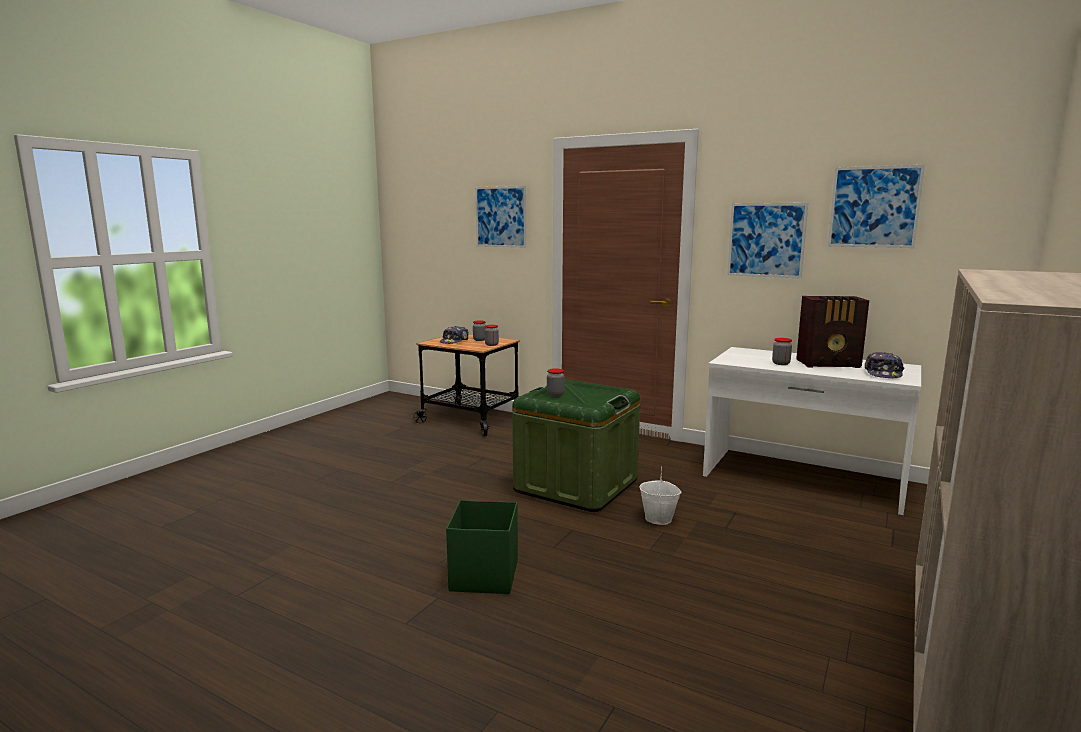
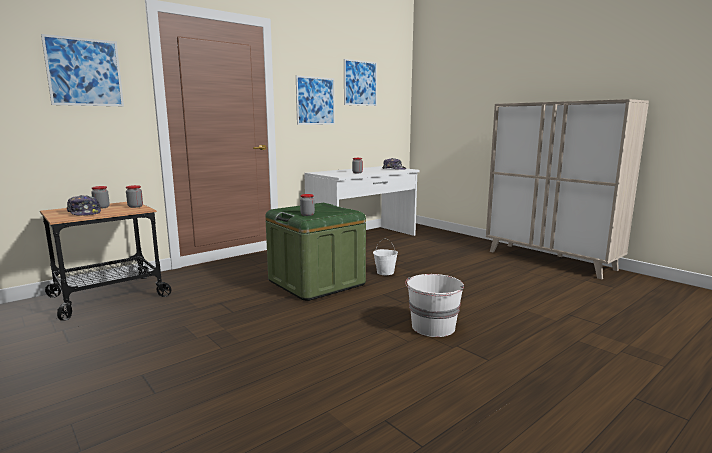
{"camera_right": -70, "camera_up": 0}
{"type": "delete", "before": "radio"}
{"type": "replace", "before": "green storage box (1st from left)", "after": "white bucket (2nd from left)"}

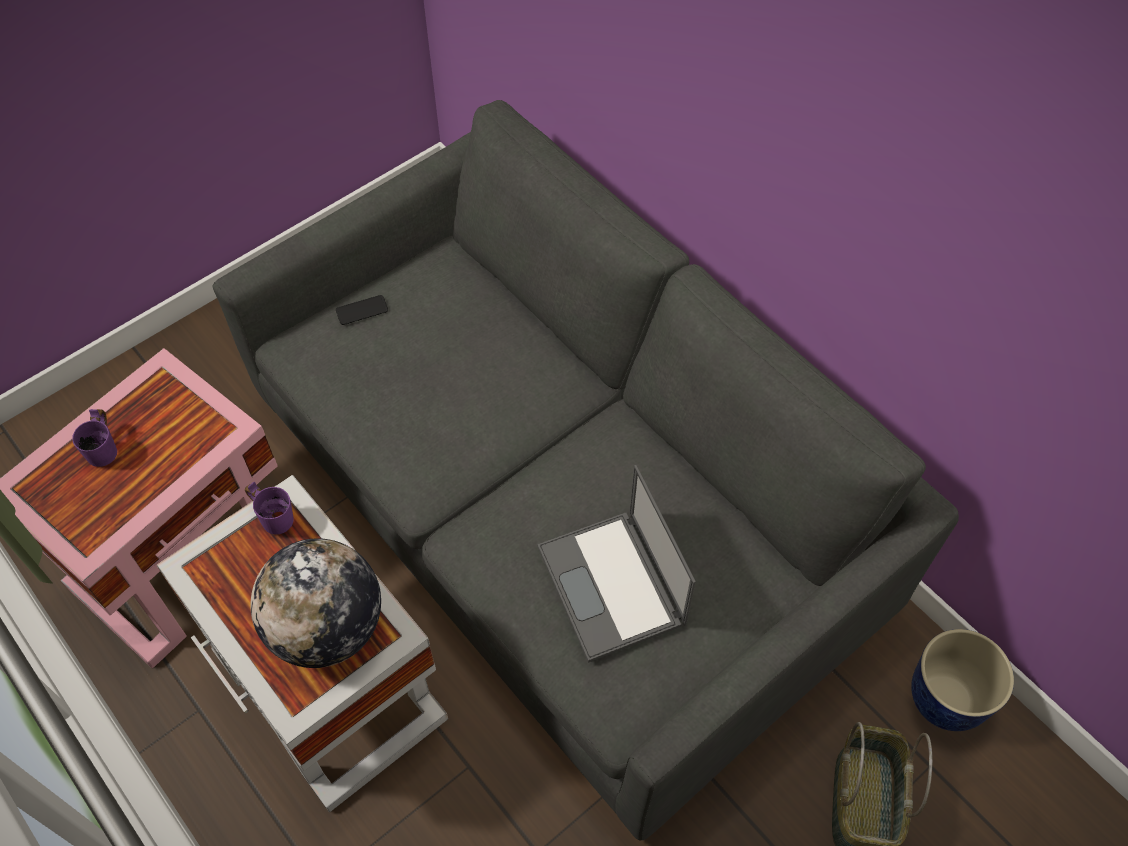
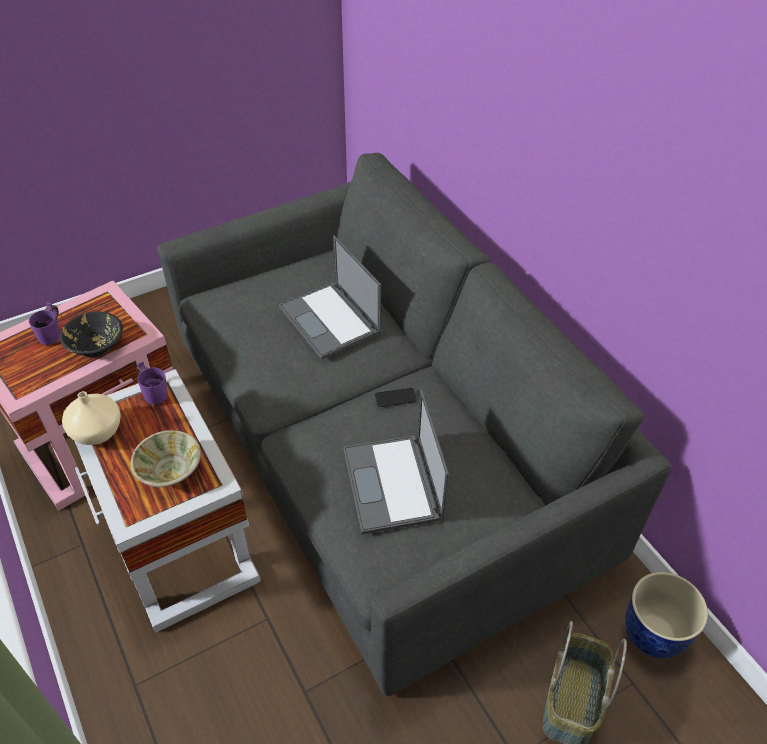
{"camera_right": 10, "camera_up": -10}
{"type": "insert", "after": "black bowl"}
{"type": "insert", "after": "beige vase"}
{"type": "insert", "after": "laptop (1st from left)"}
{"type": "move", "before": "phone"}
{"type": "replace", "before": "globe", "after": "beige bowl"}

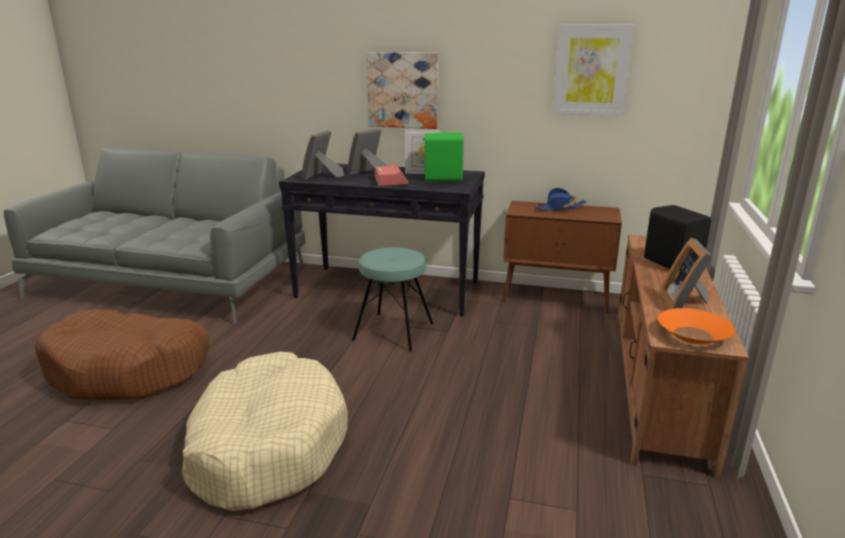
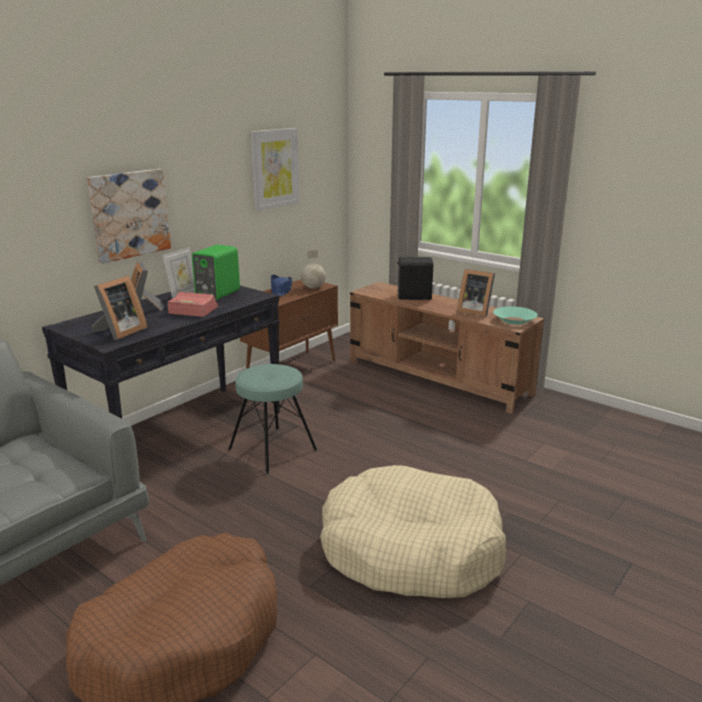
{"camera_right": -65, "camera_up": 0}
{"type": "insert", "after": "globe"}
{"type": "recolor", "before": "orange bowl", "after": "turquoise bowl"}
{"type": "rotate", "before": "picture frame (1st from left)", "turn": -105}

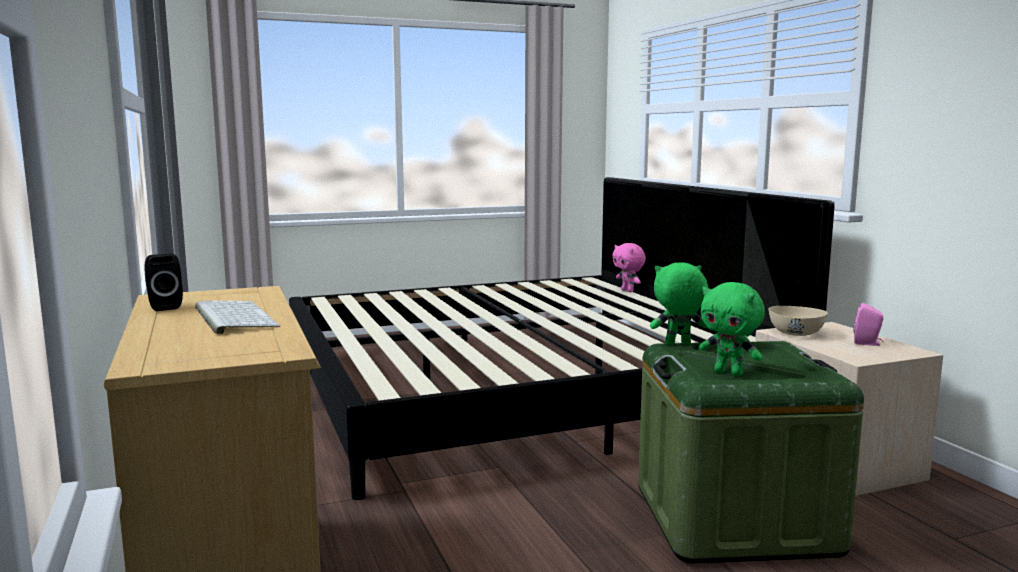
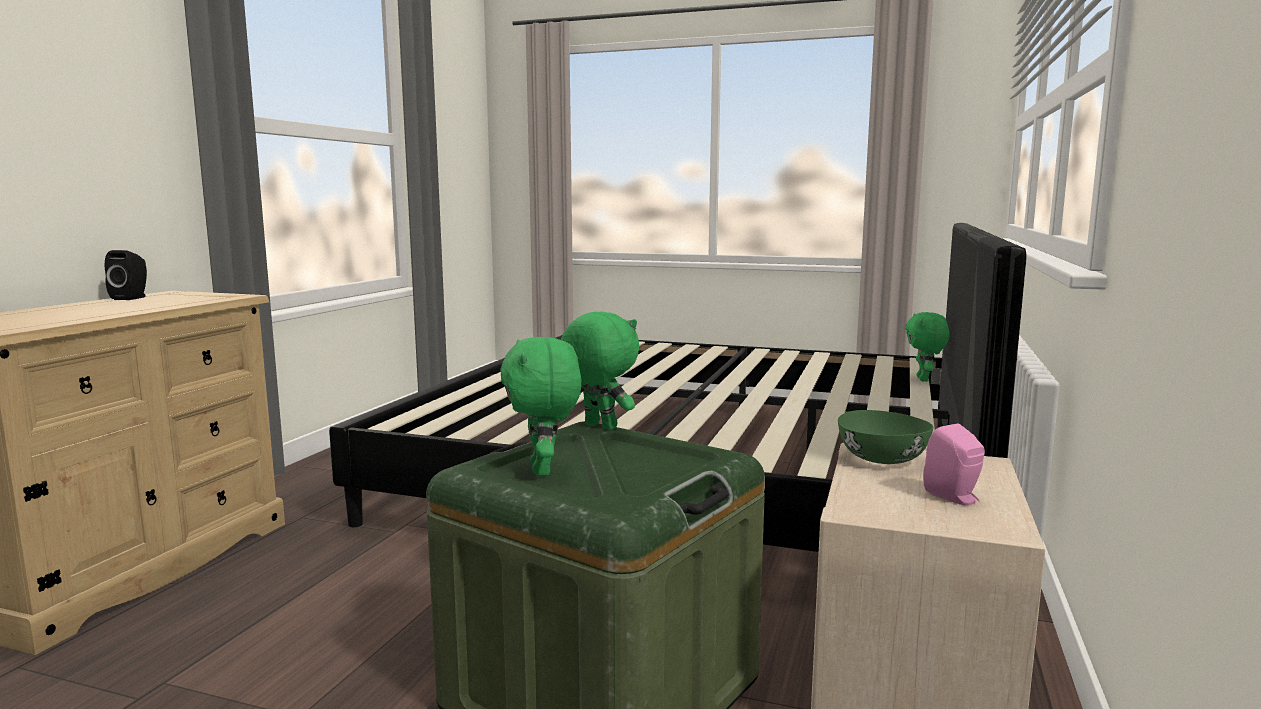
{"camera_right": 40, "camera_up": 0}
{"type": "delete", "before": "keyboard"}
{"type": "recolor", "before": "pink plush toy", "after": "green plush toy (3rd from left)"}
{"type": "recolor", "before": "beige bowl", "after": "green bowl"}

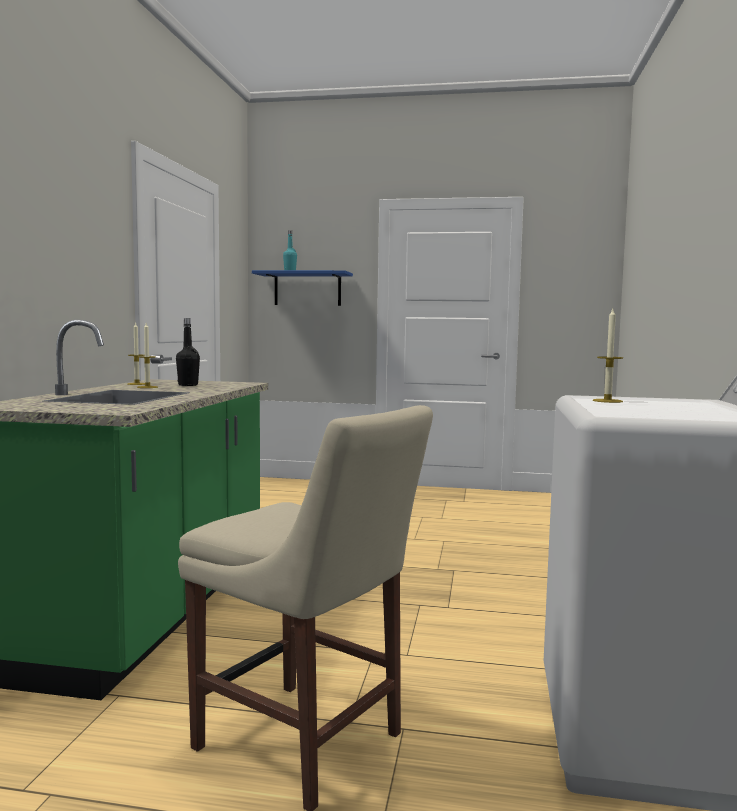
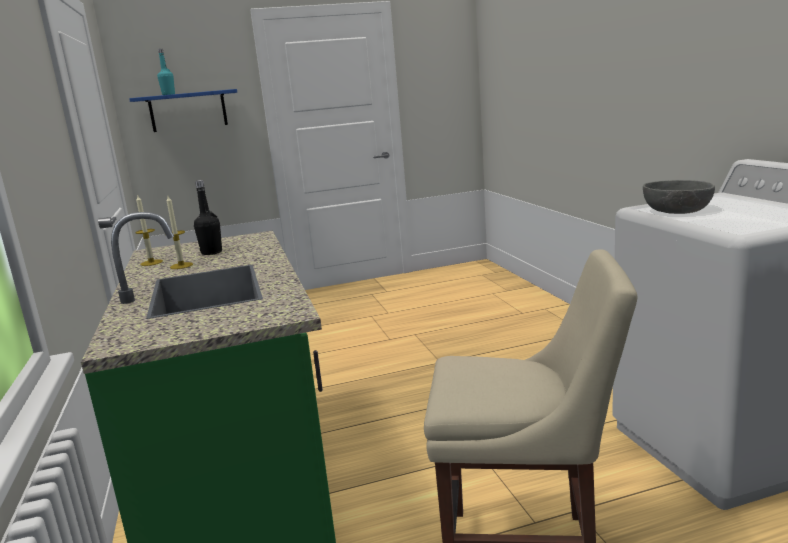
{"camera_right": -25, "camera_up": 10}
{"type": "replace", "before": "candle (3rd from left)", "after": "grey bowl"}

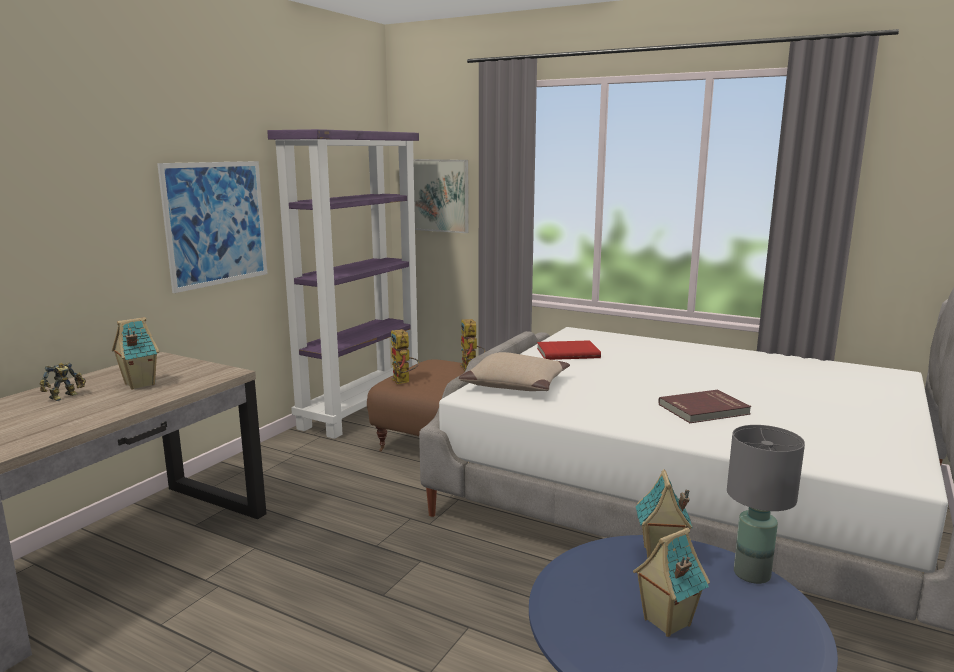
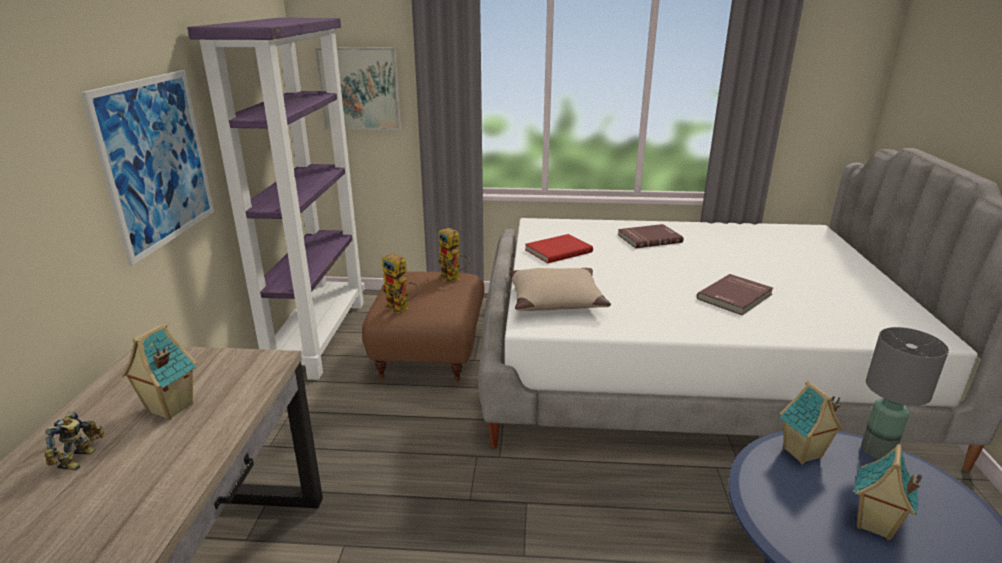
{"camera_right": -25, "camera_up": 10}
{"type": "insert", "after": "red book (2nd from left)"}

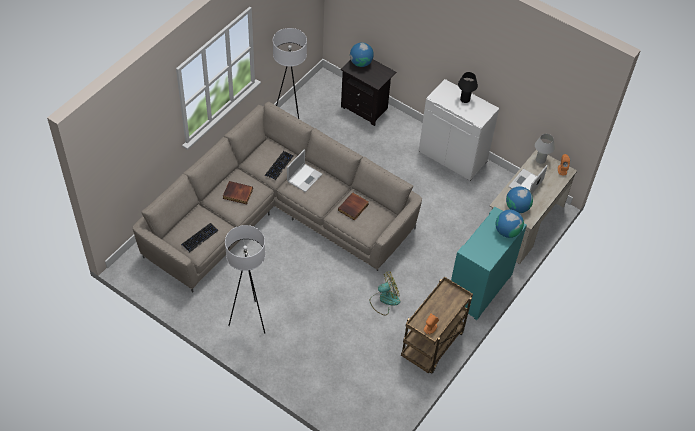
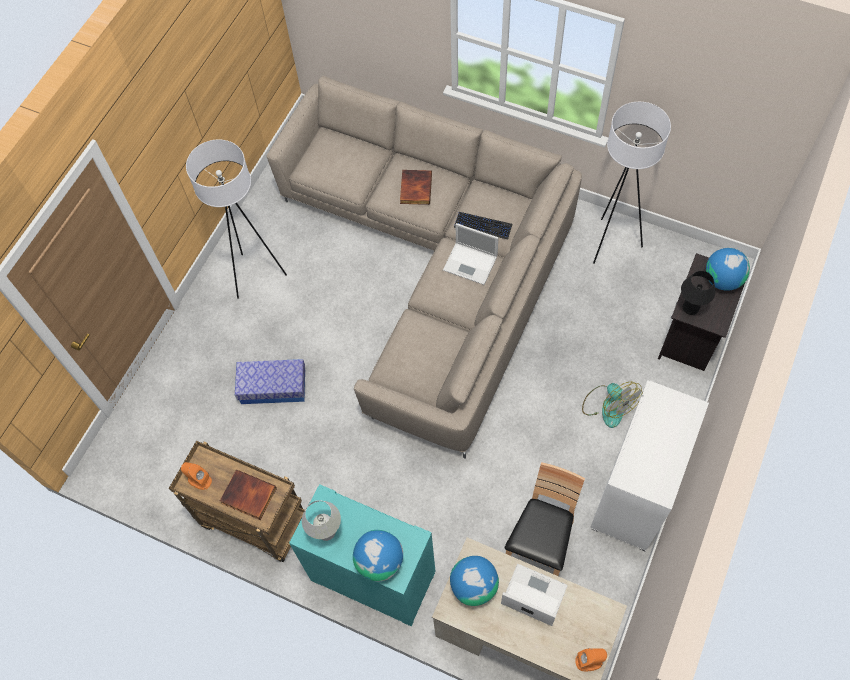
{"camera_right": 85, "camera_up": 10}
{"type": "delete", "before": "keyboard (1st from left)"}
{"type": "insert", "after": "storage box"}
{"type": "insert", "after": "brown chair"}
{"type": "move", "before": "book (2nd from left in the first image)", "after": "book (1st from left)"}
{"type": "move", "before": "fan"}
{"type": "move", "before": "black table lamp"}
{"type": "move", "before": "white table lamp"}

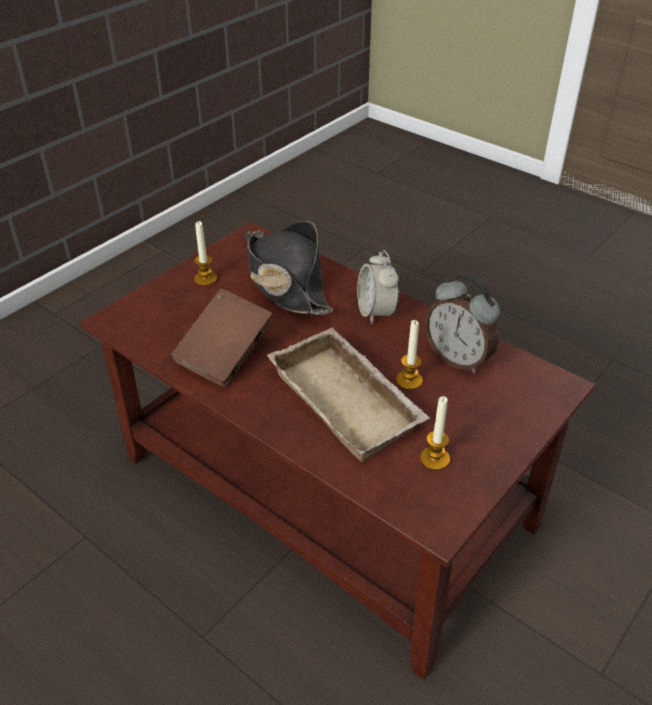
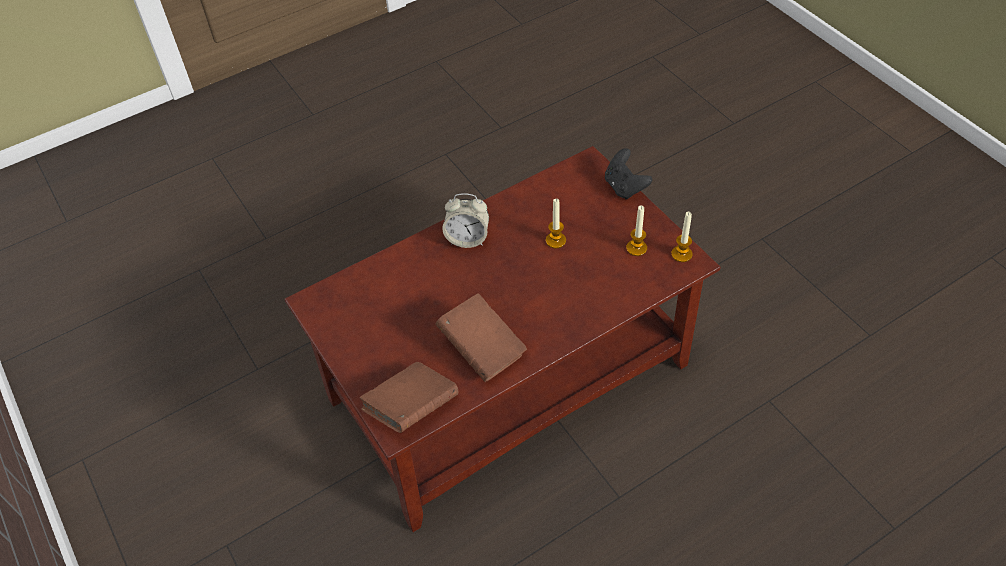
{"camera_right": -70, "camera_up": 10}
{"type": "delete", "before": "black hat"}
{"type": "delete", "before": "beige tray"}
{"type": "delete", "before": "alarm clock (2nd from left)"}
{"type": "insert", "after": "brown book (1st from left)"}
{"type": "insert", "after": "black game controller"}
{"type": "move", "before": "candle (1st from left in the first image)", "after": "candle (3rd from left)"}

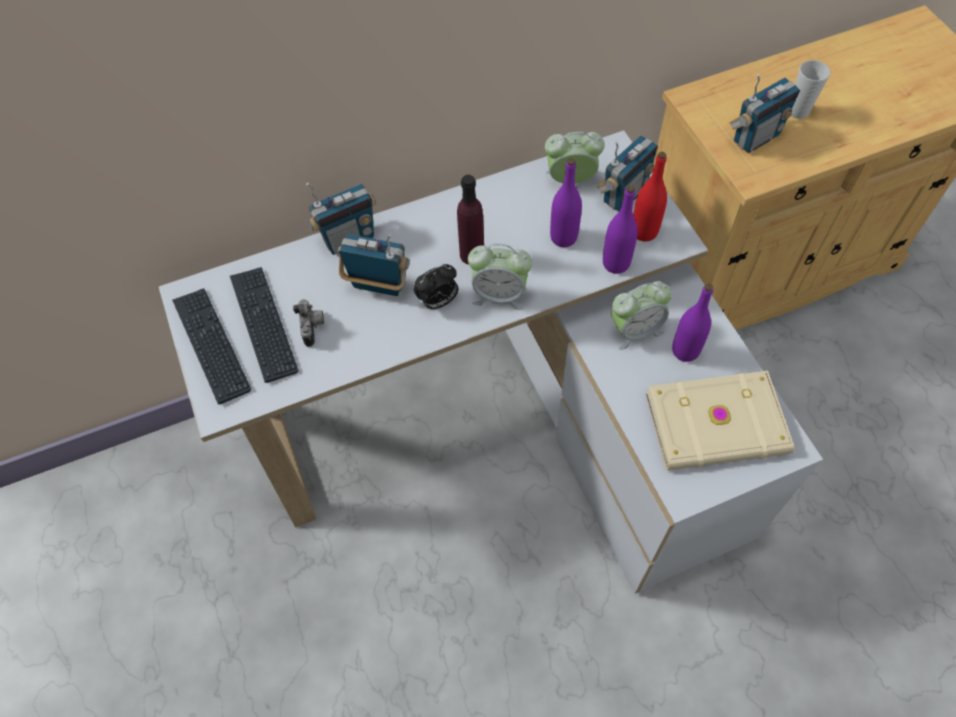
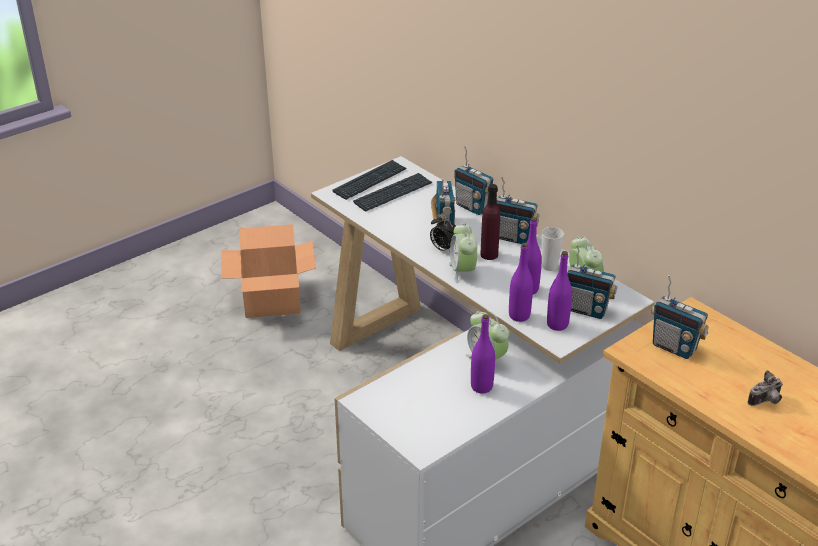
{"camera_right": 70, "camera_up": -25}
{"type": "delete", "before": "beige book"}
{"type": "insert", "after": "cardboard box"}
{"type": "insert", "after": "radio (3rd from left)"}
{"type": "move", "before": "photo camera"}
{"type": "move", "before": "cup"}
{"type": "recolor", "before": "red bottle", "after": "purple bottle (5th from left)"}

